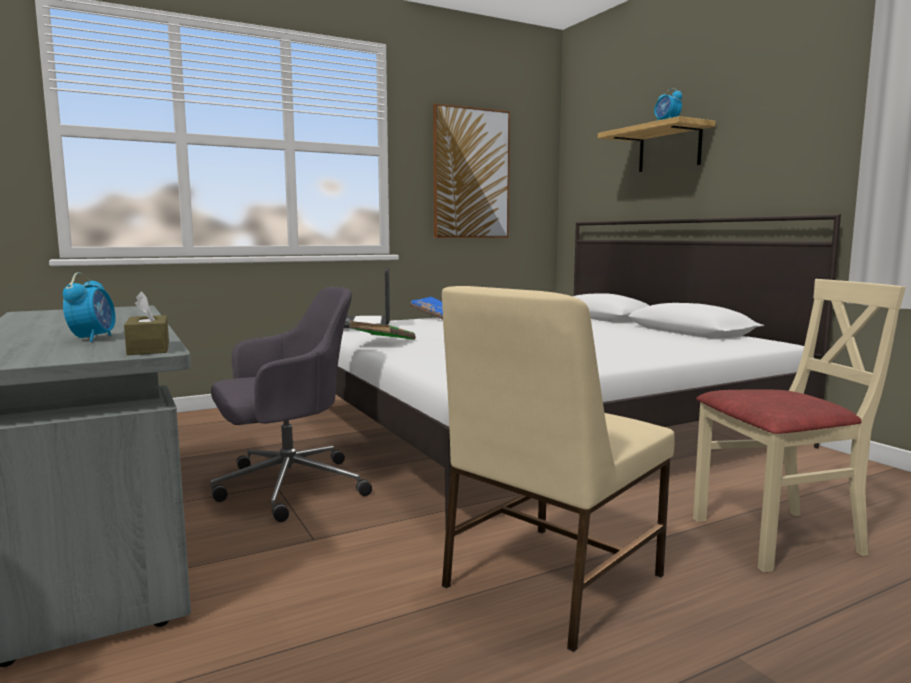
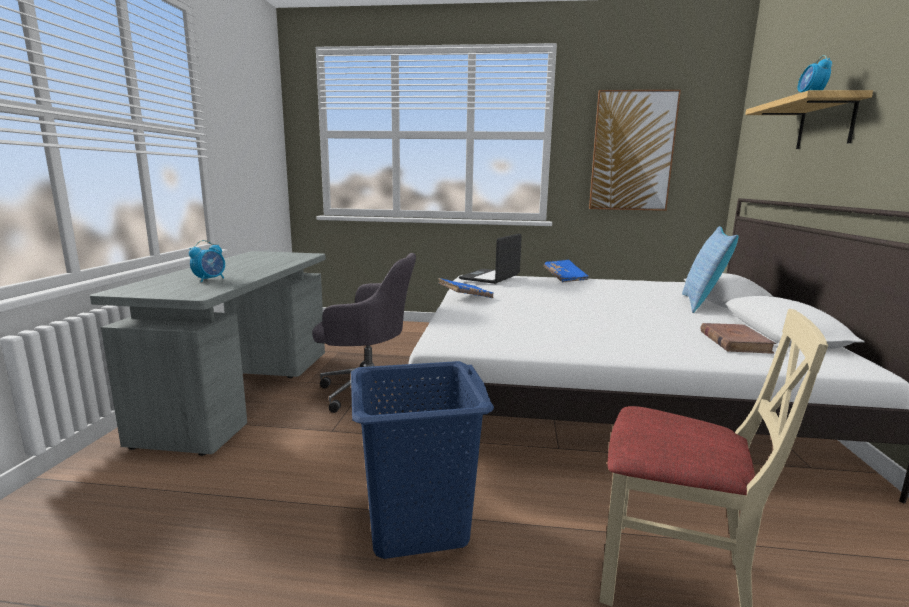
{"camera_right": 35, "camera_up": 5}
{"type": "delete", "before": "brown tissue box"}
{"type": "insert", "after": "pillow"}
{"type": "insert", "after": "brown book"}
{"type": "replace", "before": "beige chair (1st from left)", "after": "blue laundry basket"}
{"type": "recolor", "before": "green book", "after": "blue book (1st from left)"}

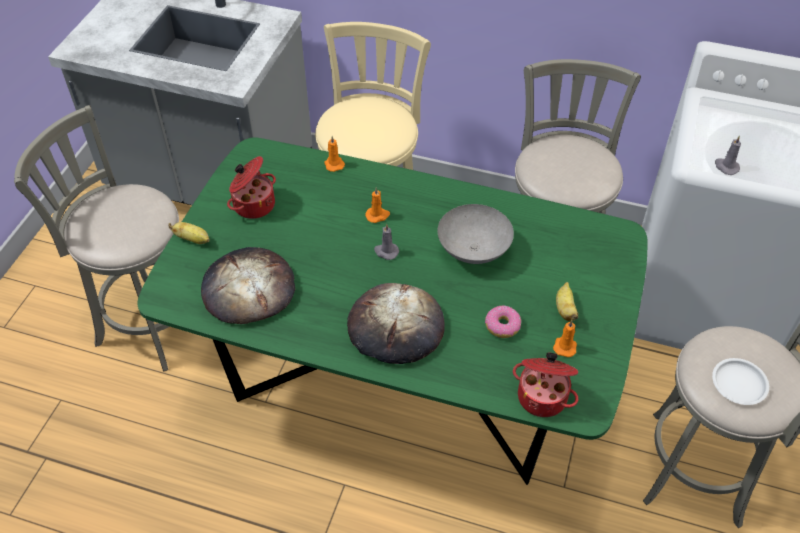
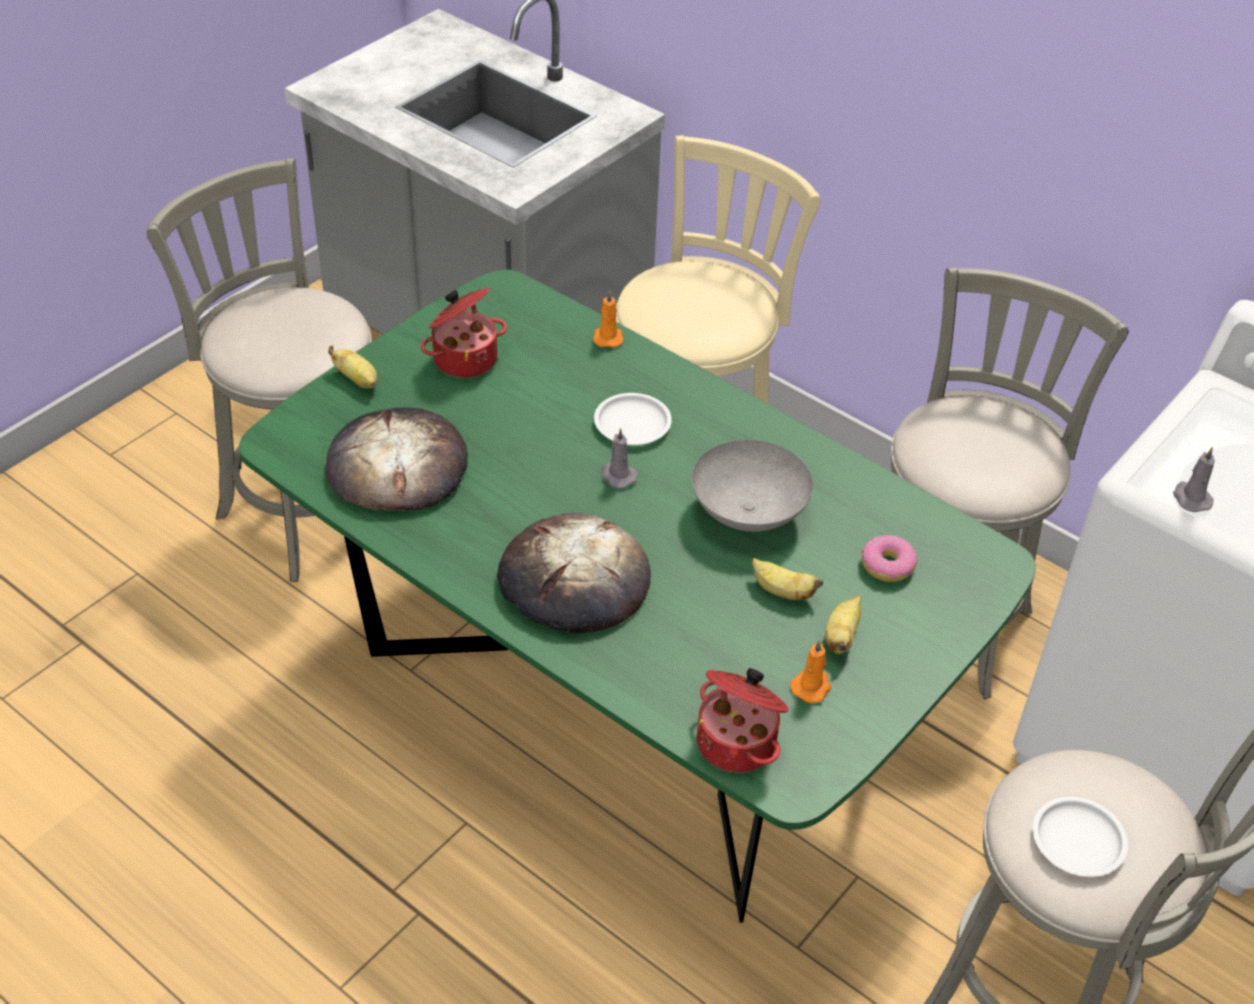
{"camera_right": 20, "camera_up": -5}
{"type": "insert", "after": "banana (2nd from left)"}
{"type": "move", "before": "donut"}
{"type": "replace", "before": "orange candle (2nd from left)", "after": "white plate (1st from left)"}

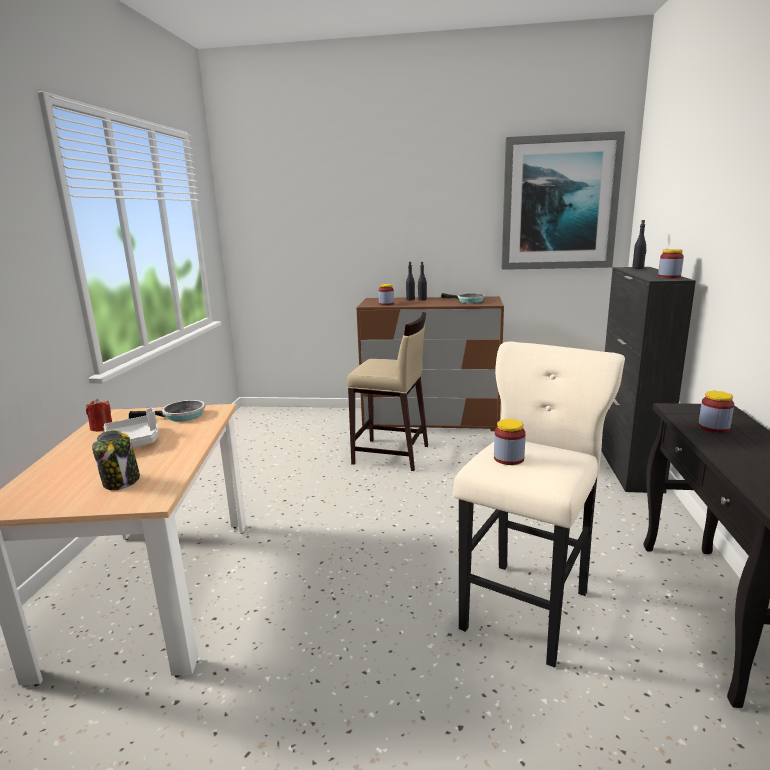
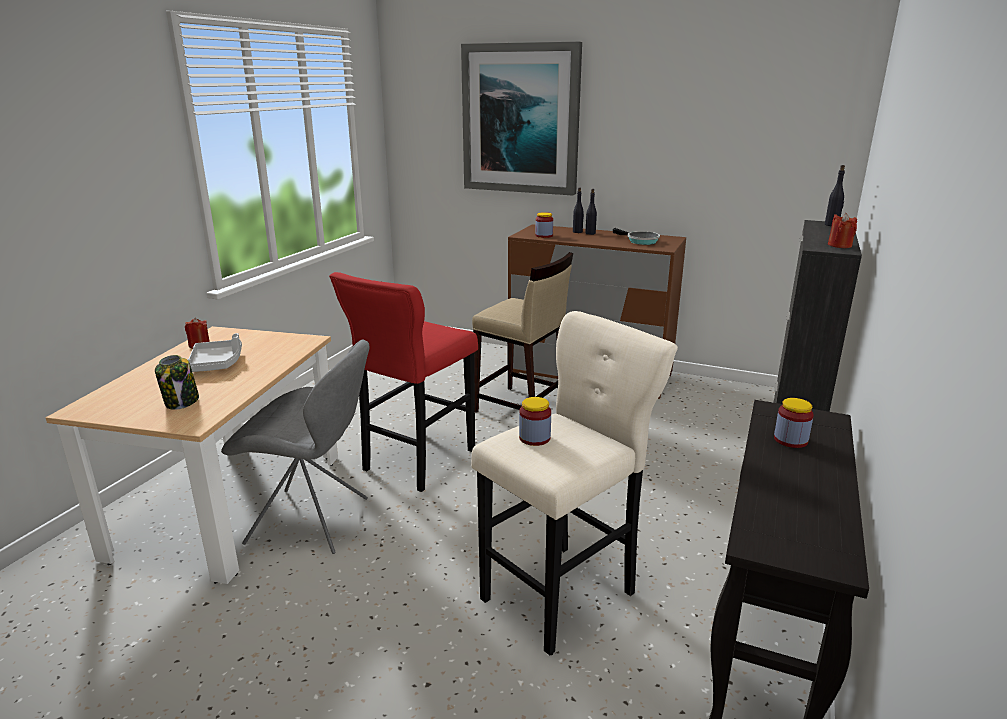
{"camera_right": 15, "camera_up": 5}
{"type": "delete", "before": "frying pan (1st from left)"}
{"type": "insert", "after": "grey chair"}
{"type": "insert", "after": "red stool"}
{"type": "move", "before": "picture"}
{"type": "replace", "before": "jar (4th from left)", "after": "red candle (2nd from left)"}

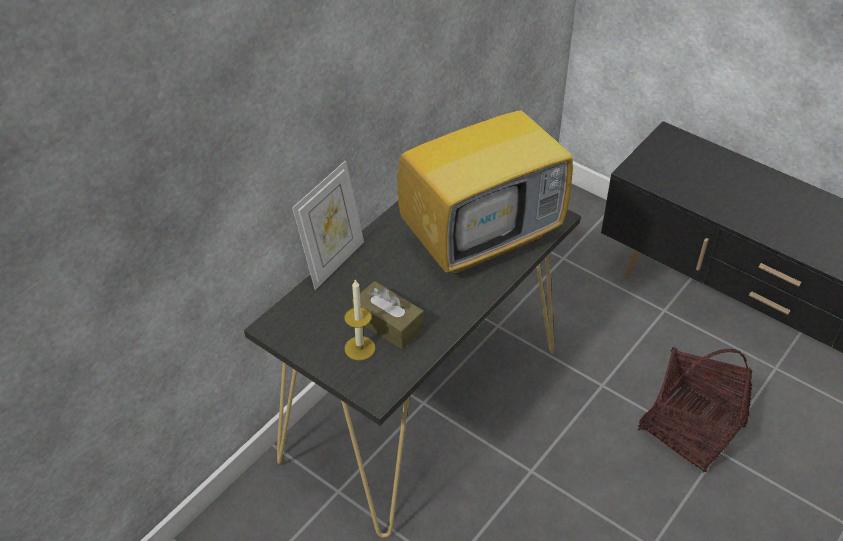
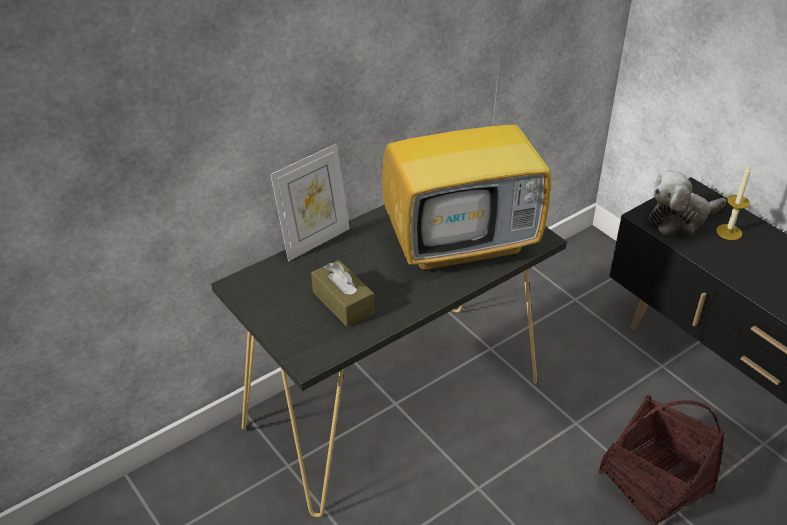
{"camera_right": 15, "camera_up": -5}
{"type": "insert", "after": "plush toy"}
{"type": "move", "before": "candle"}

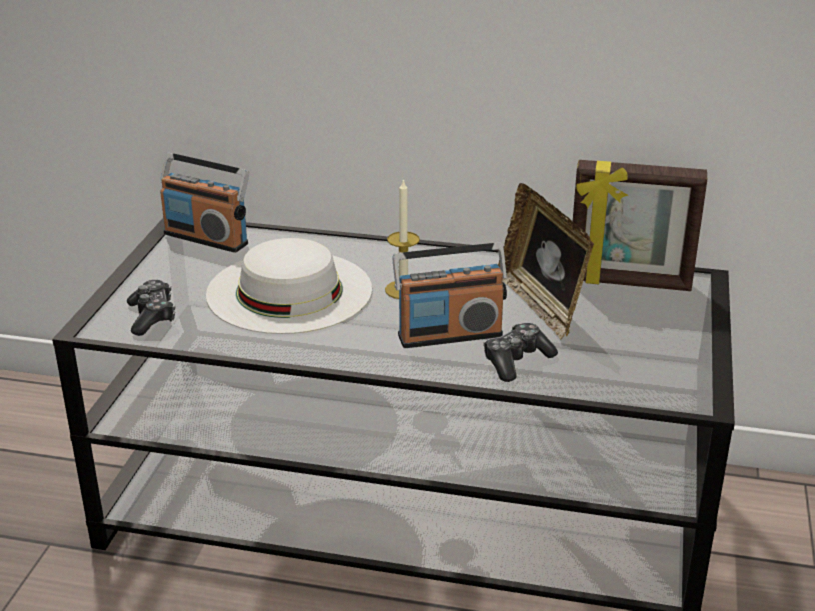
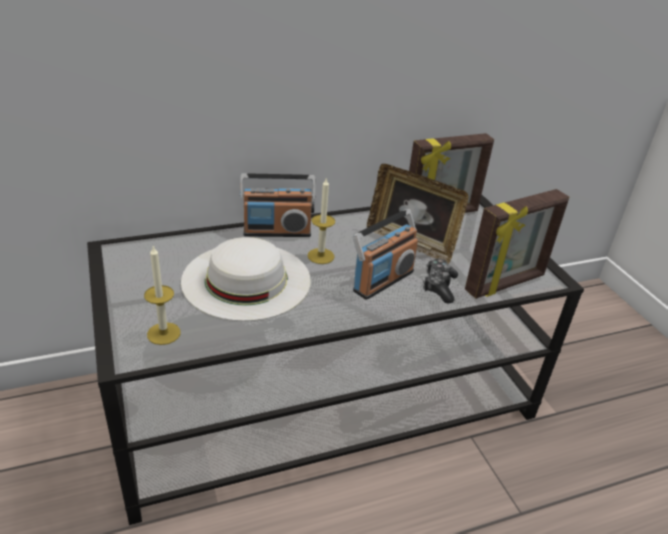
{"camera_right": -35, "camera_up": 5}
{"type": "insert", "after": "picture frame (3rd from left)"}
{"type": "move", "before": "radio (1st from left)"}
{"type": "replace", "before": "game controller (1st from left)", "after": "candle (1st from left)"}

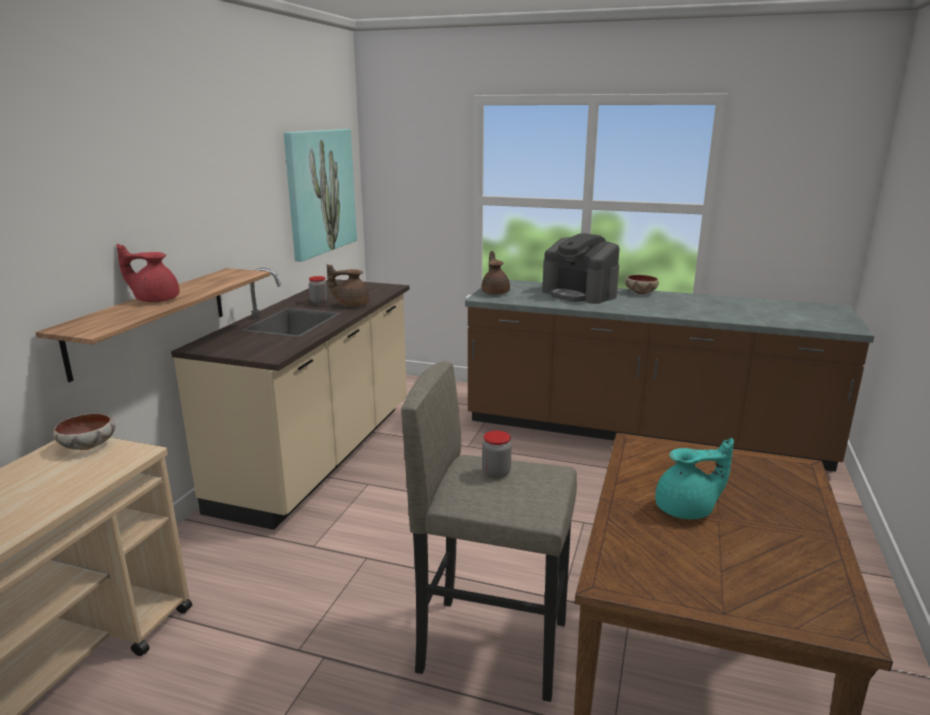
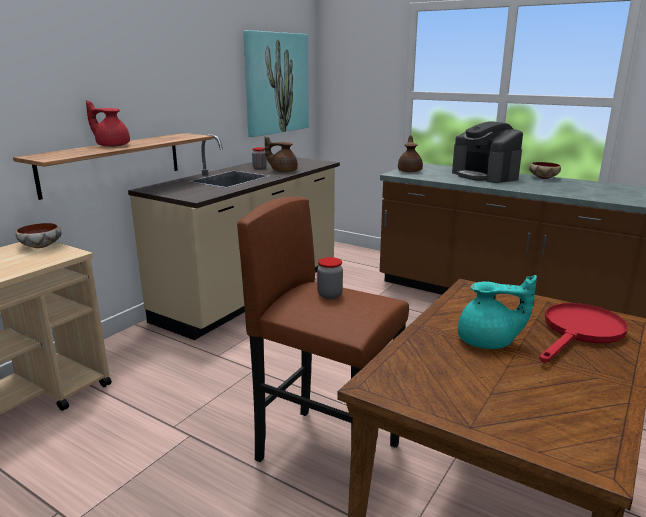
{"camera_right": 15, "camera_up": 0}
{"type": "insert", "after": "red frying pan"}
{"type": "recolor", "before": "grey stool", "after": "brown stool"}

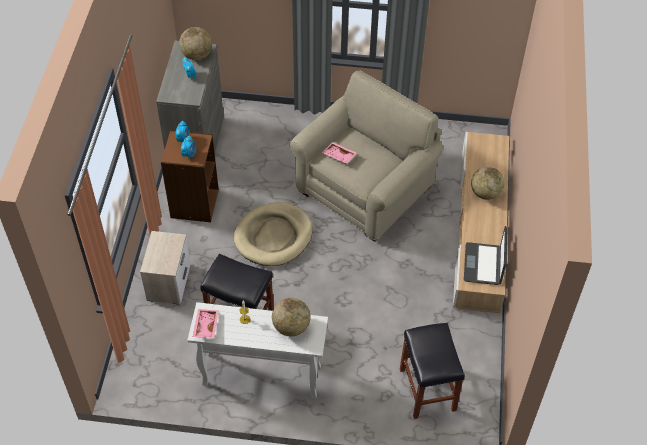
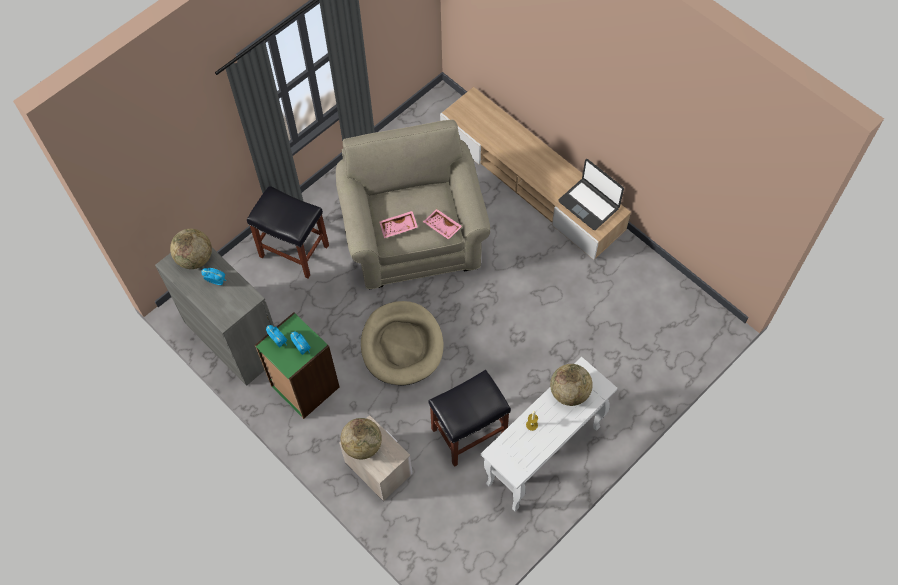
{"camera_right": -50, "camera_up": 10}
{"type": "move", "before": "pink tray (1st from left in the first image)", "after": "pink tray (2nd from left)"}
{"type": "move", "before": "black stool (2nd from left in the first image)", "after": "black stool (1st from left)"}
{"type": "move", "before": "globe (3rd from left in the first image)", "after": "globe (2nd from left)"}
{"type": "recolor", "before": "brown bookcase", "after": "green bookcase"}

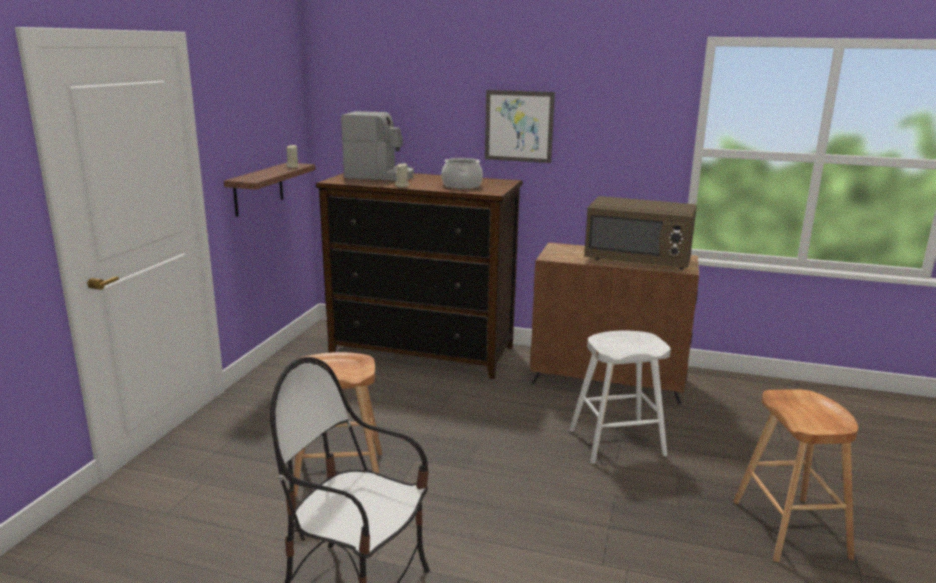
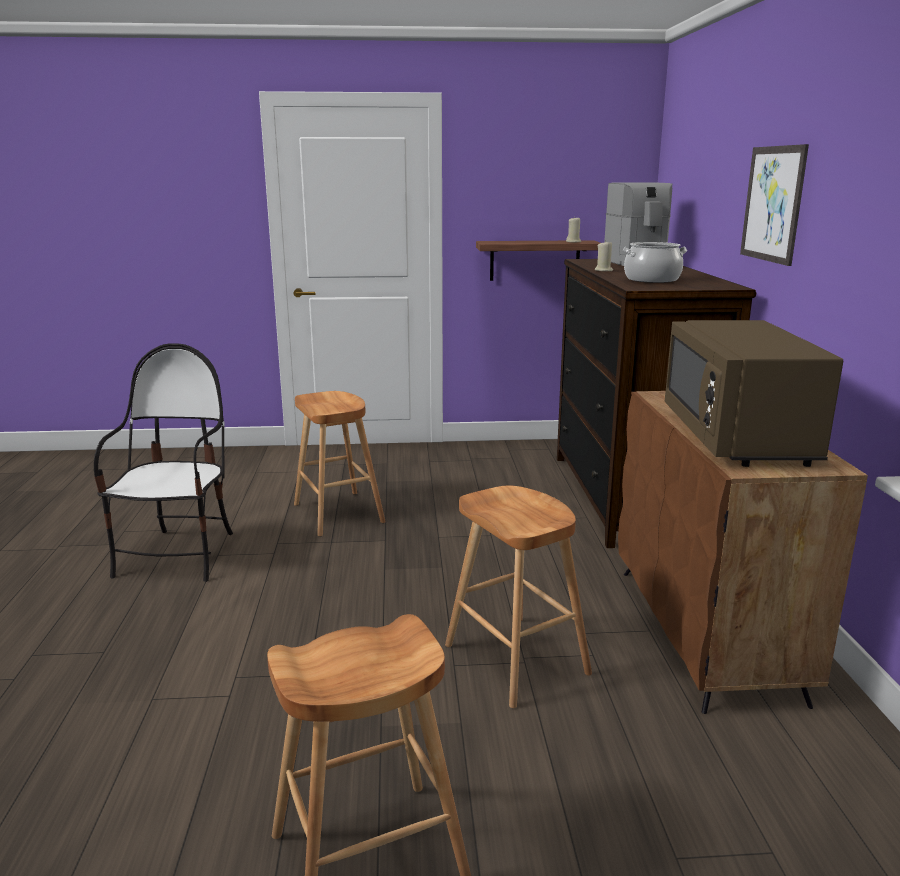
{"camera_right": 70, "camera_up": 0}
{"type": "recolor", "before": "white stool", "after": "brown stool (3rd from left)"}

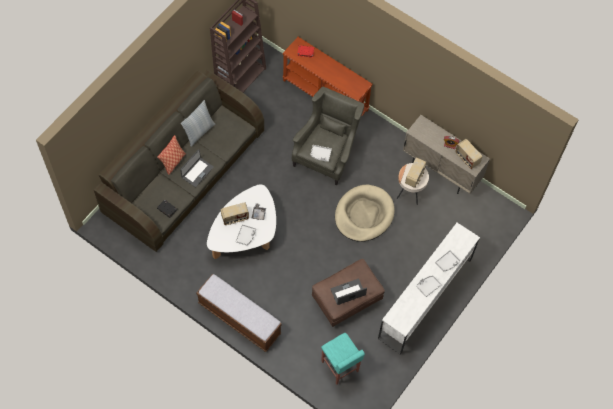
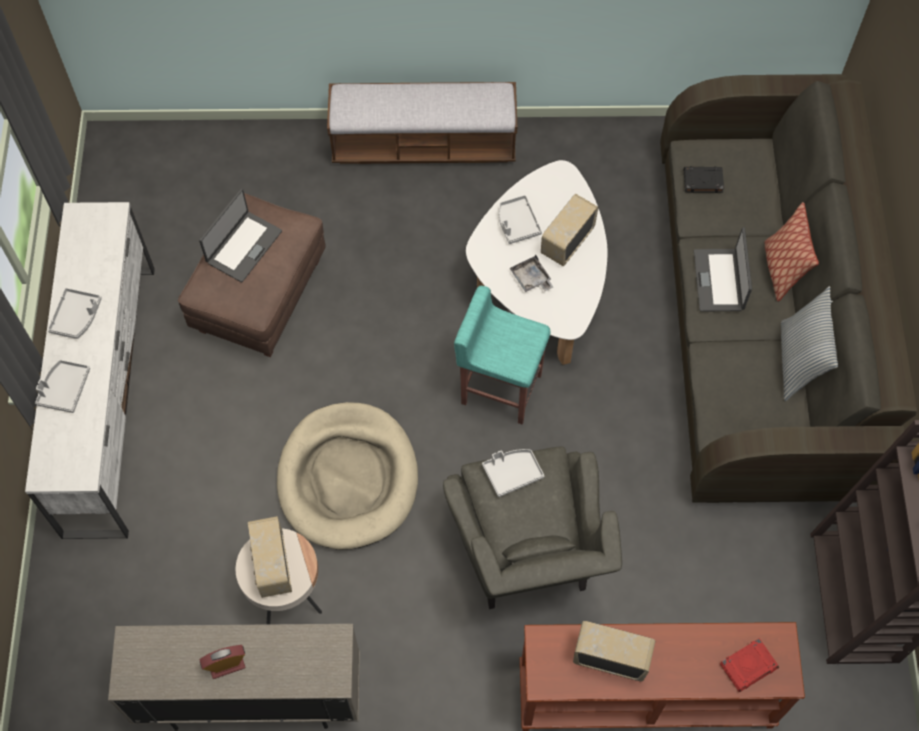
{"camera_right": 145, "camera_up": 0}
{"type": "move", "before": "turquoise stool"}
{"type": "move", "before": "radio (3rd from left)"}

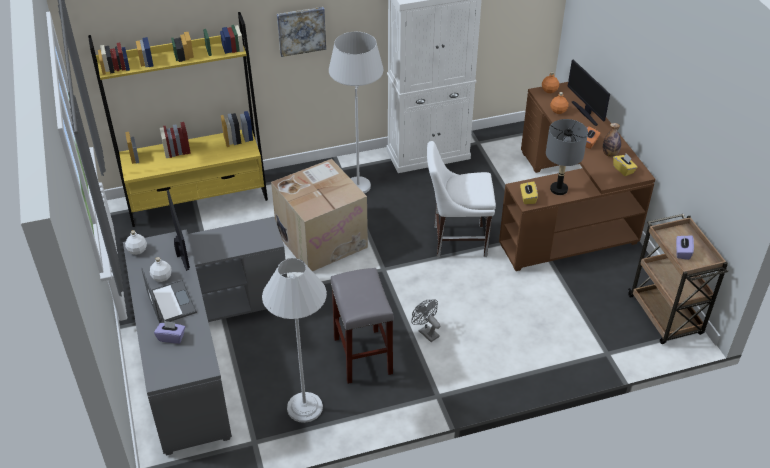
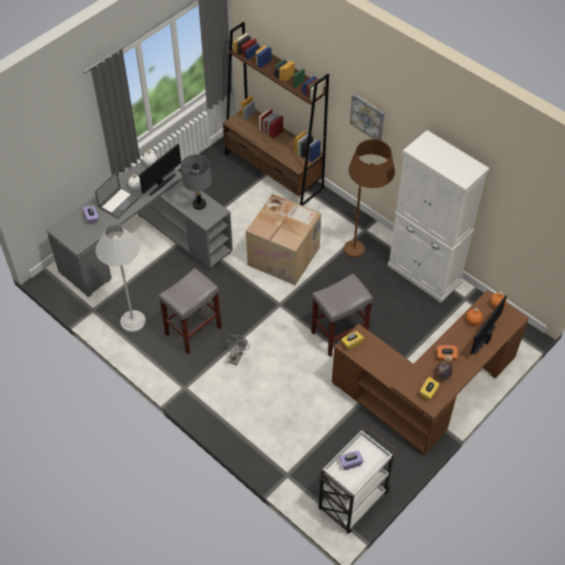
{"camera_right": 60, "camera_up": 10}
{"type": "move", "before": "grey table lamp"}
{"type": "replace", "before": "white chair", "after": "grey stool (2nd from left)"}
{"type": "recolor", "before": "yellow bookcase", "after": "brown bookcase"}
{"type": "recolor", "before": "white floor lamp (2nd from left)", "after": "brown floor lamp"}
{"type": "recolor", "before": "brown cart", "after": "white cart"}

